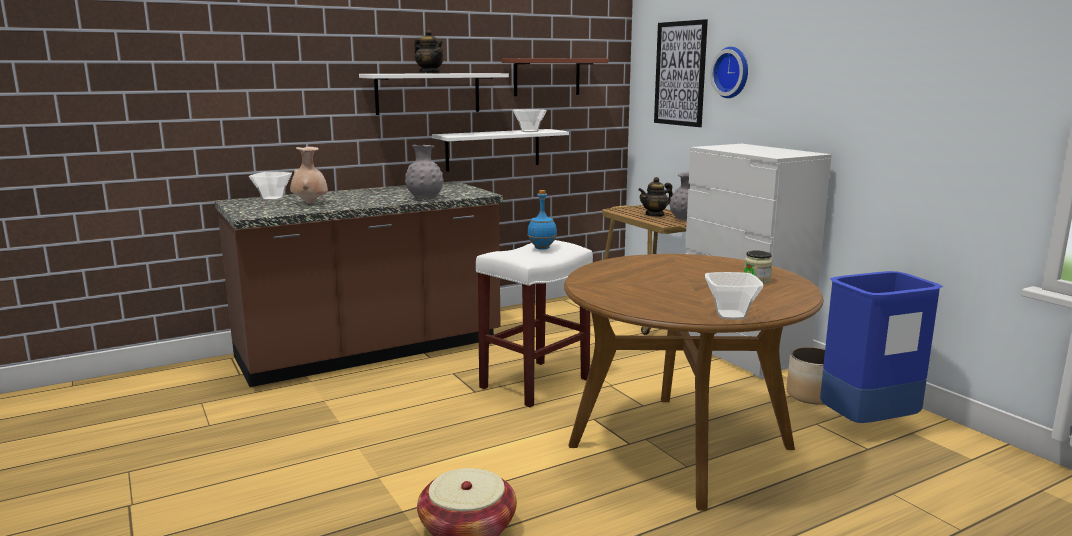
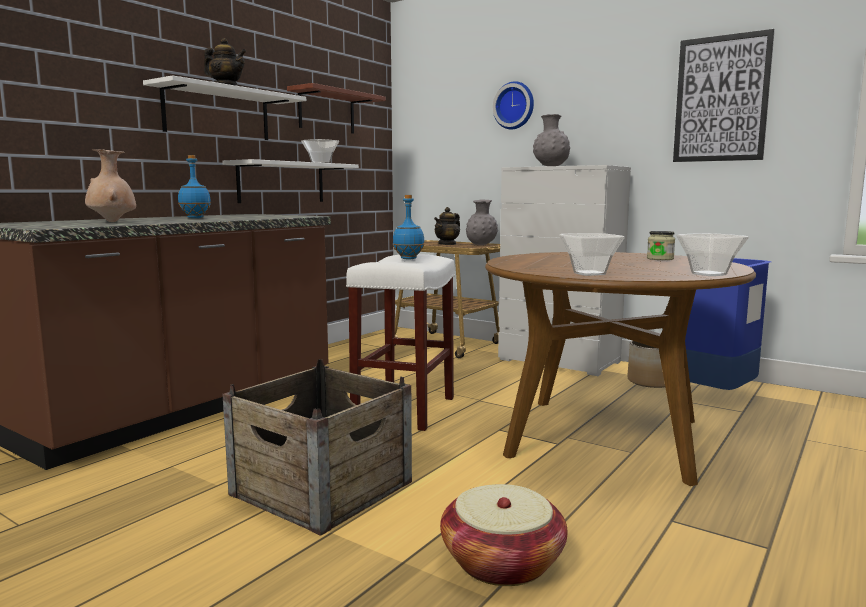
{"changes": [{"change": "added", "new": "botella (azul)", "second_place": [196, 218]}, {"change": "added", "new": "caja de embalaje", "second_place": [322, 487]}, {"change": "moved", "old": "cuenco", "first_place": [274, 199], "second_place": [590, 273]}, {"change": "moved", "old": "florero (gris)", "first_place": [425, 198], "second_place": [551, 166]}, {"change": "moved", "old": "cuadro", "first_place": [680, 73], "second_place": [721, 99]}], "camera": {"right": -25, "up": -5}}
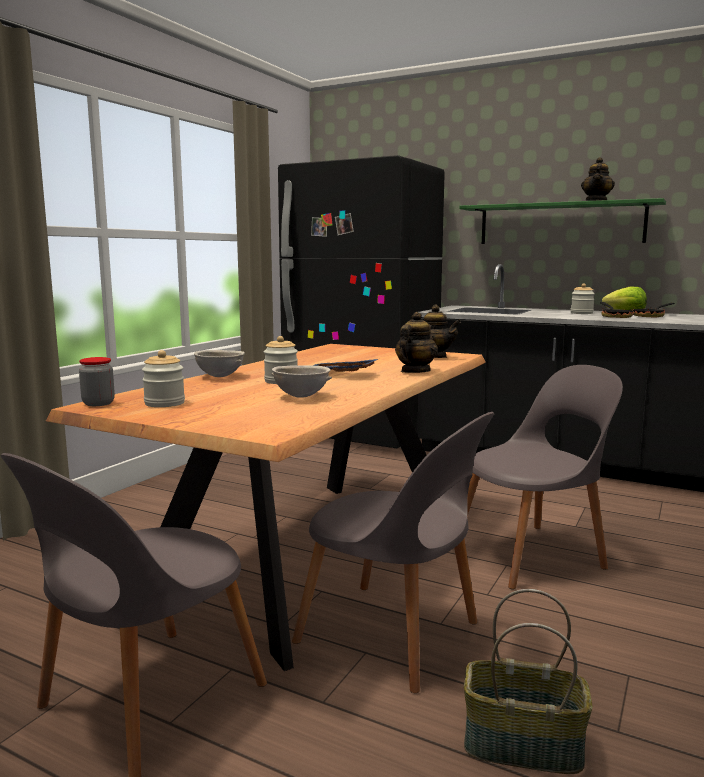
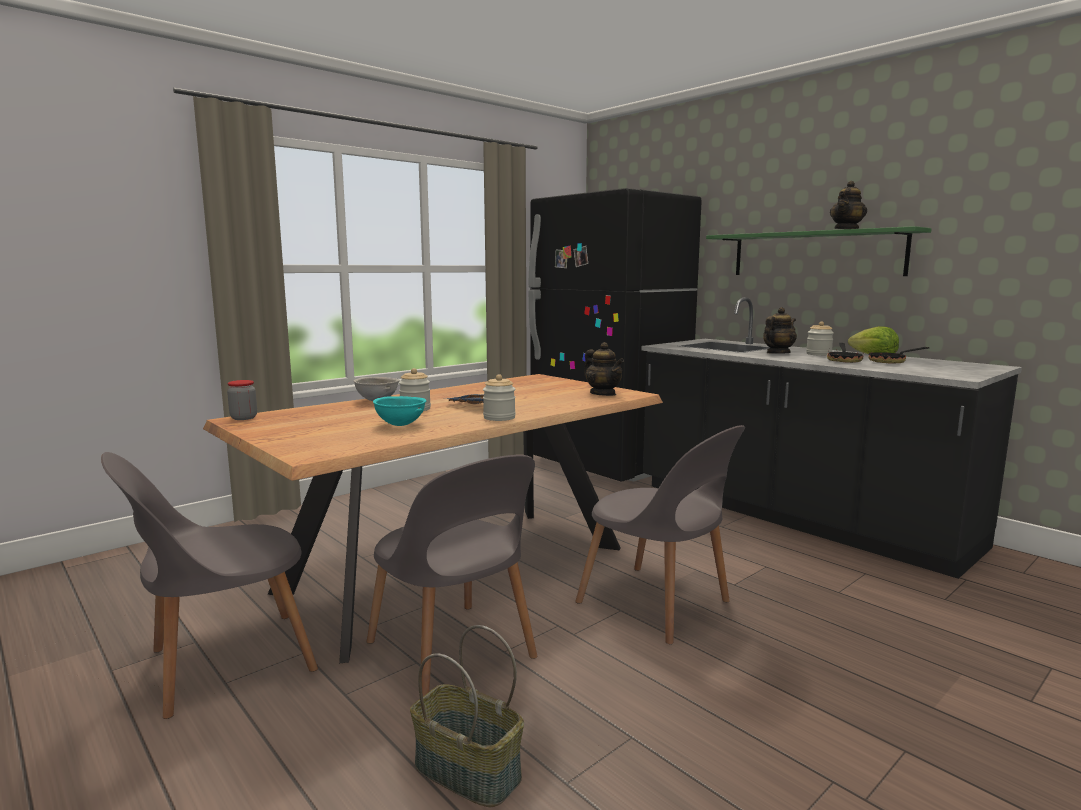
{"changes": [{"change": "moved", "old": "tarro", "first_place": [164, 403], "second_place": [499, 417]}, {"change": "moved", "old": "tetera", "first_place": [415, 371], "second_place": [777, 353]}, {"change": "recoloured", "old": "cuenco (gris)", "new": "cuenco (turquesa)", "first_place": [301, 396], "second_place": [401, 425]}, {"change": "turned", "old": "silla (gris)", "first_place": [532, 554], "second_place": [658, 605], "degrees": 45}], "camera": {"right": 20, "up": 0}}
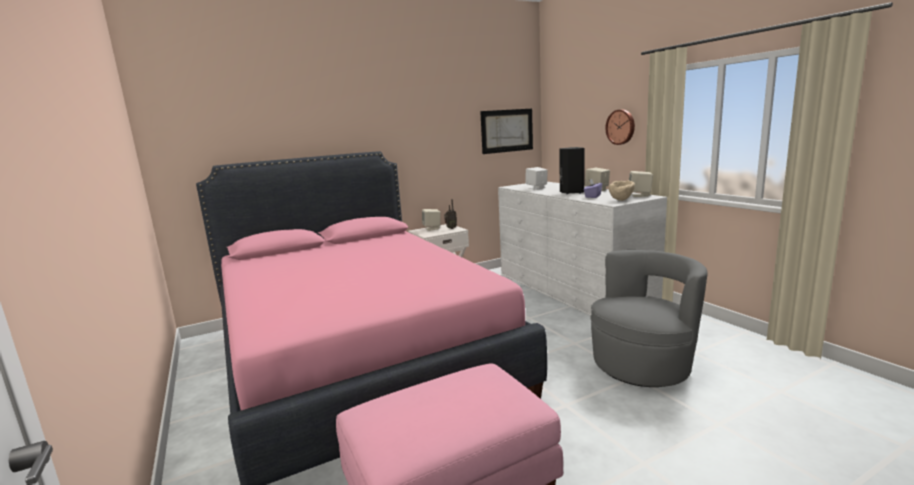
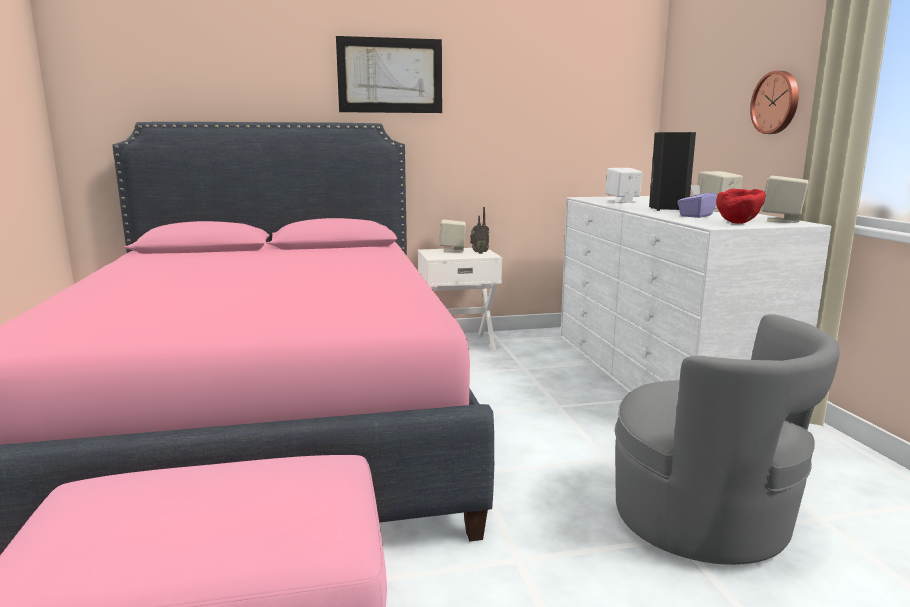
{"changes": [{"change": "moved", "old": "cuadro", "first_place": [507, 131], "second_place": [390, 75]}, {"change": "recoloured", "old": "cuenco (beis)", "new": "cuenco (rojo)", "first_place": [621, 200], "second_place": [738, 223]}, {"change": "turned", "old": "sillón (gris)", "first_place": [642, 365], "second_place": [704, 520], "degrees": 60}], "camera": {"right": 15, "up": 0}}
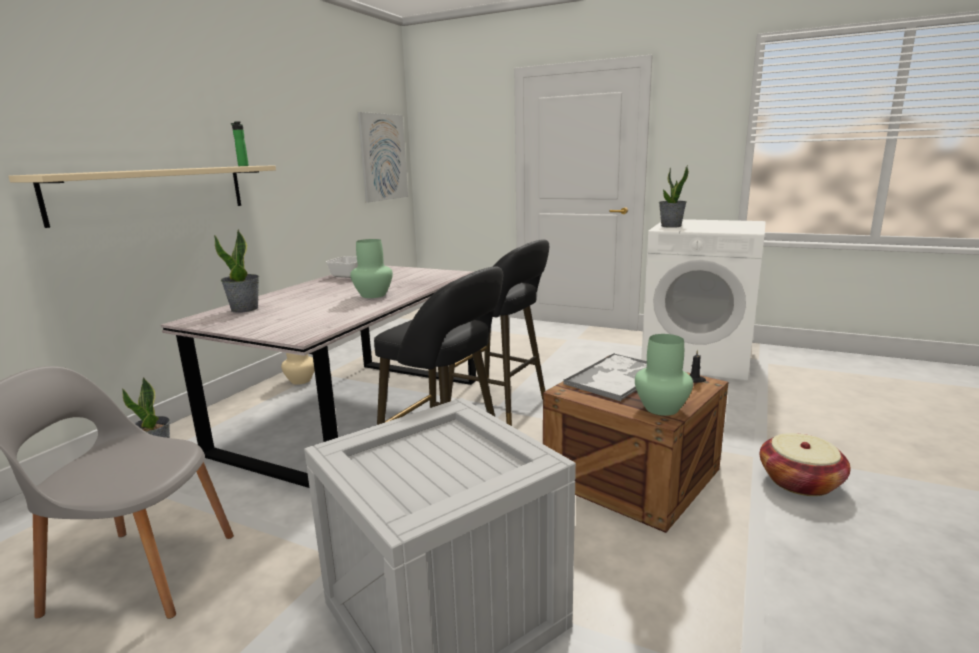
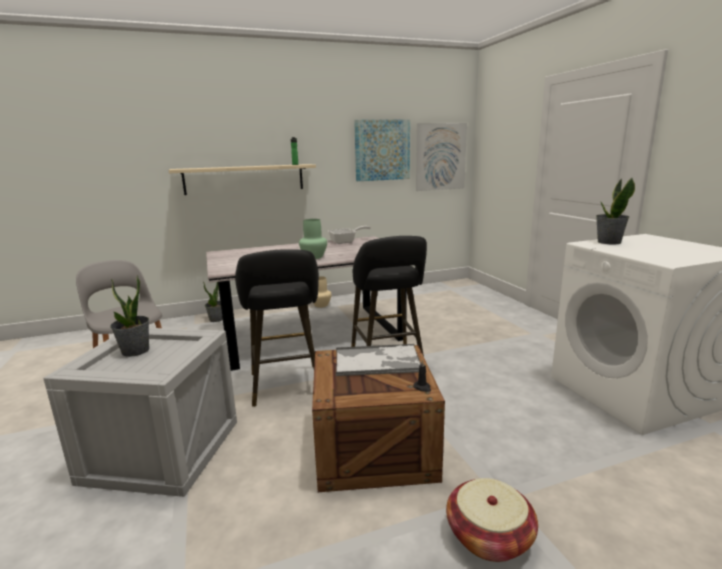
{"changes": [{"change": "removed", "old": "florero (verde)", "first_place": [661, 408]}, {"change": "added", "new": "cuadro", "second_place": [382, 150]}, {"change": "moved", "old": "planta en maceta", "first_place": [245, 309], "second_place": [135, 351]}], "camera": {"right": 45, "up": 0}}
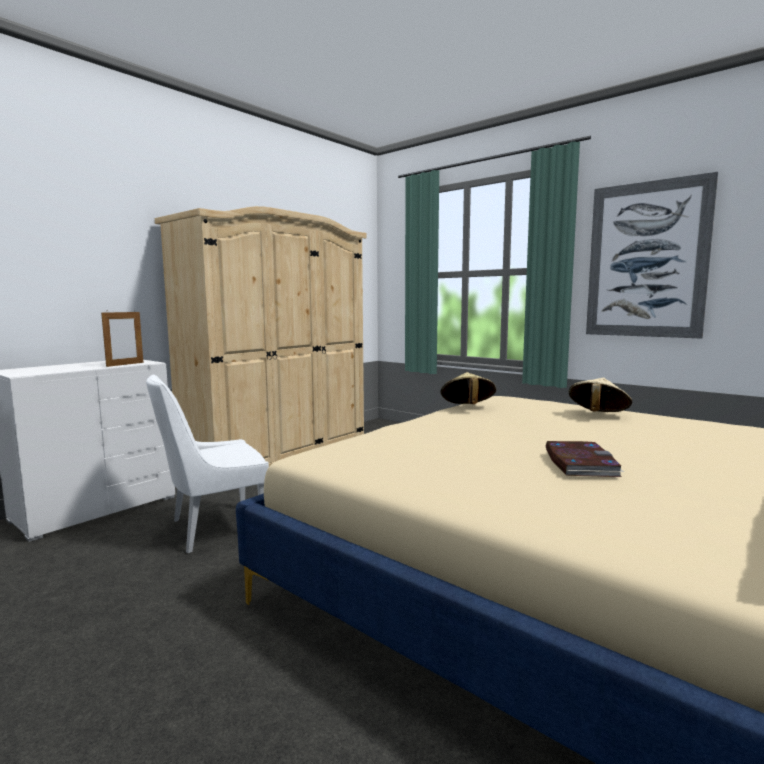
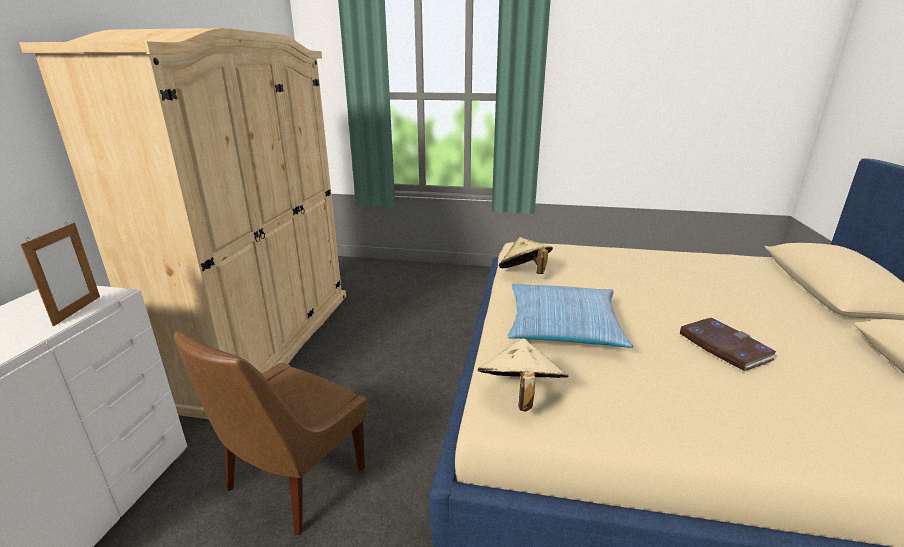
{"changes": [{"change": "removed", "old": "cuadro", "first_place": [646, 260]}, {"change": "added", "new": "cojín", "second_place": [563, 326]}, {"change": "moved", "old": "sombrero (beis)", "first_place": [597, 415], "second_place": [520, 396]}, {"change": "recoloured", "old": "silla (blanco)", "new": "silla (marrón)", "first_place": [214, 528], "second_place": [292, 482]}], "camera": {"right": -30, "up": 15}}
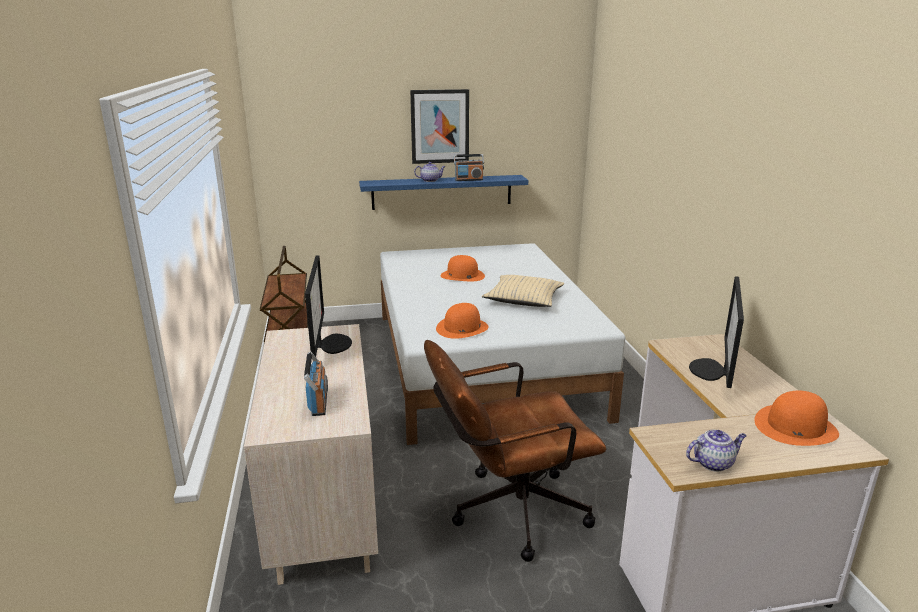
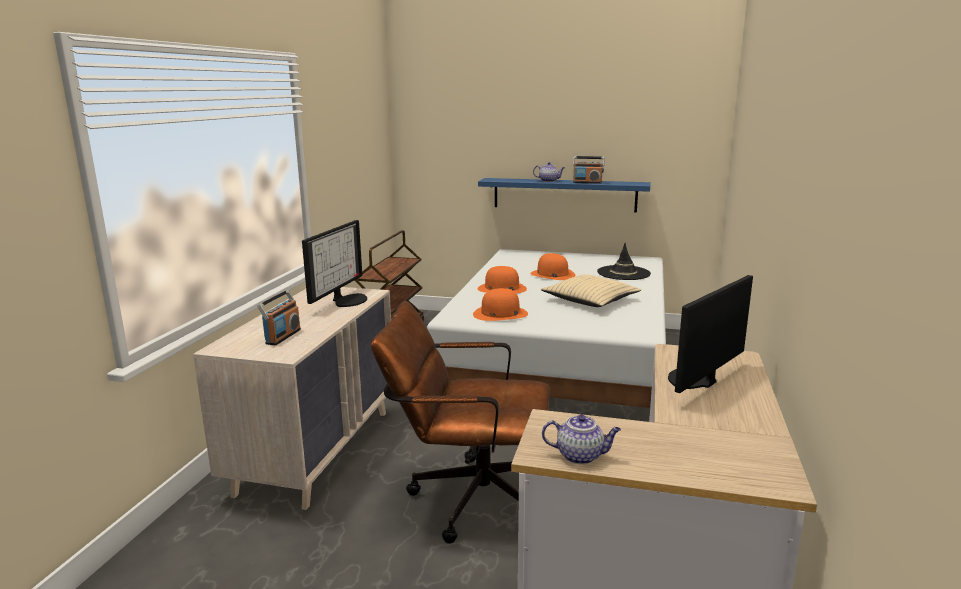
{"changes": [{"change": "removed", "old": "cuadro", "first_place": [440, 126]}, {"change": "added", "new": "sombrero (negro)", "second_place": [623, 273]}, {"change": "moved", "old": "sombrero (naranja)", "first_place": [795, 427], "second_place": [501, 288]}], "camera": {"right": 25, "up": -5}}
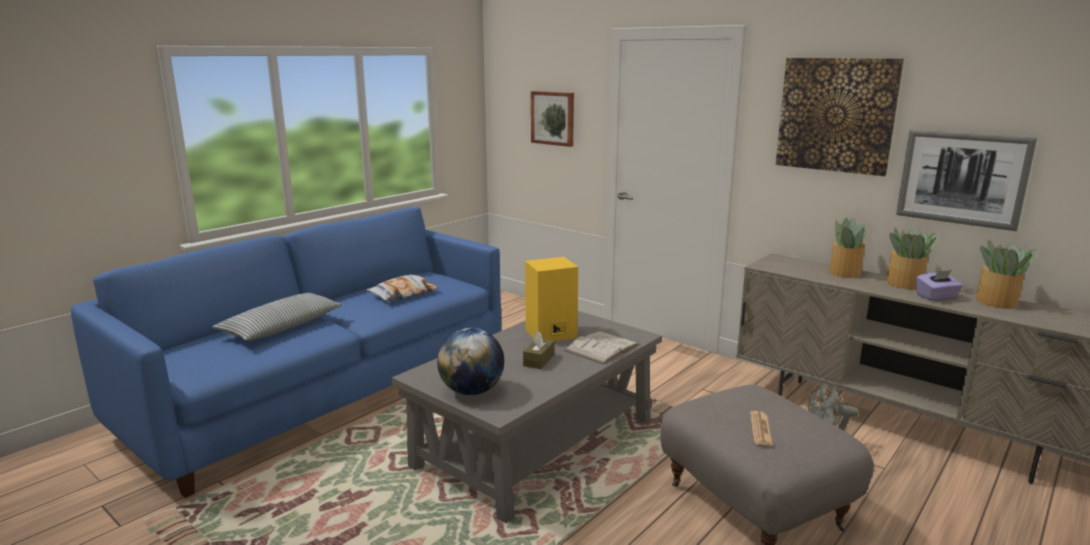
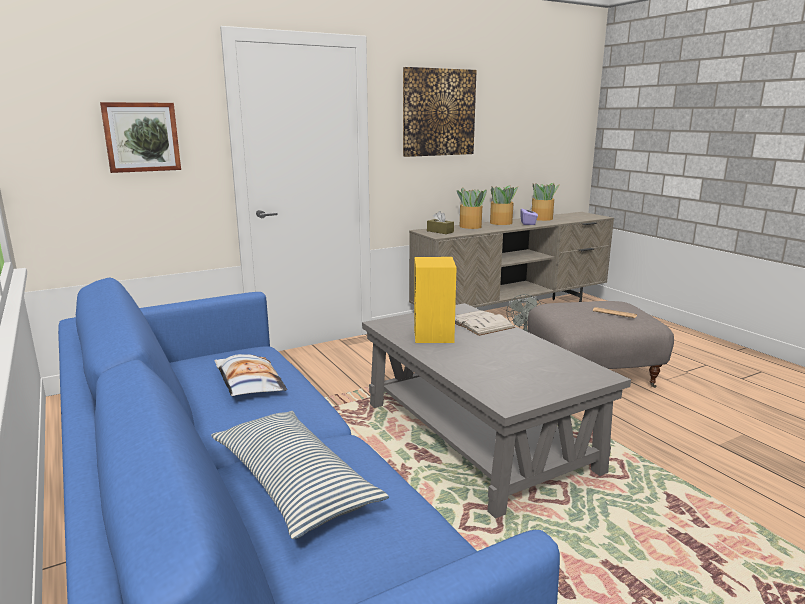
{"changes": [{"change": "removed", "old": "globo terráqueo", "first_place": [472, 391]}, {"change": "removed", "old": "cuadro", "first_place": [962, 178]}, {"change": "moved", "old": "caja de pañuelos (marrón)", "first_place": [539, 360], "second_place": [440, 231]}], "camera": {"right": -70, "up": 0}}
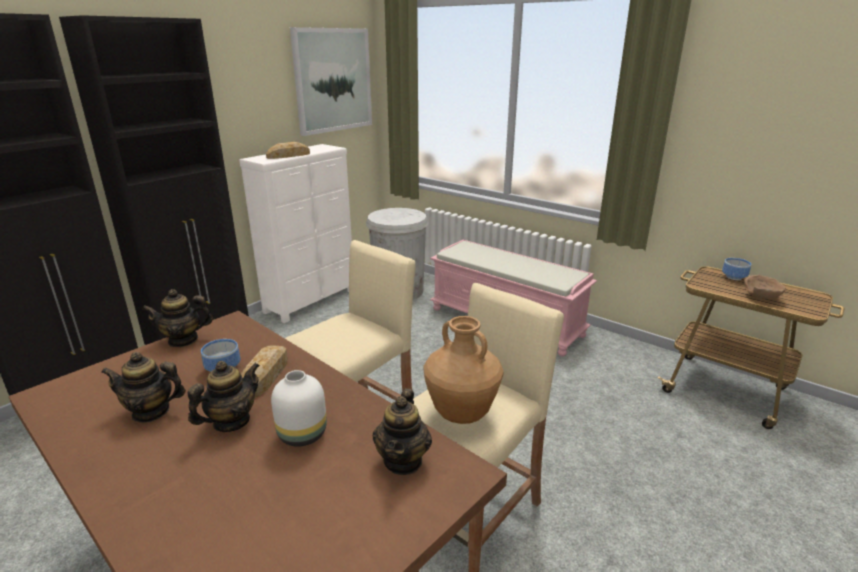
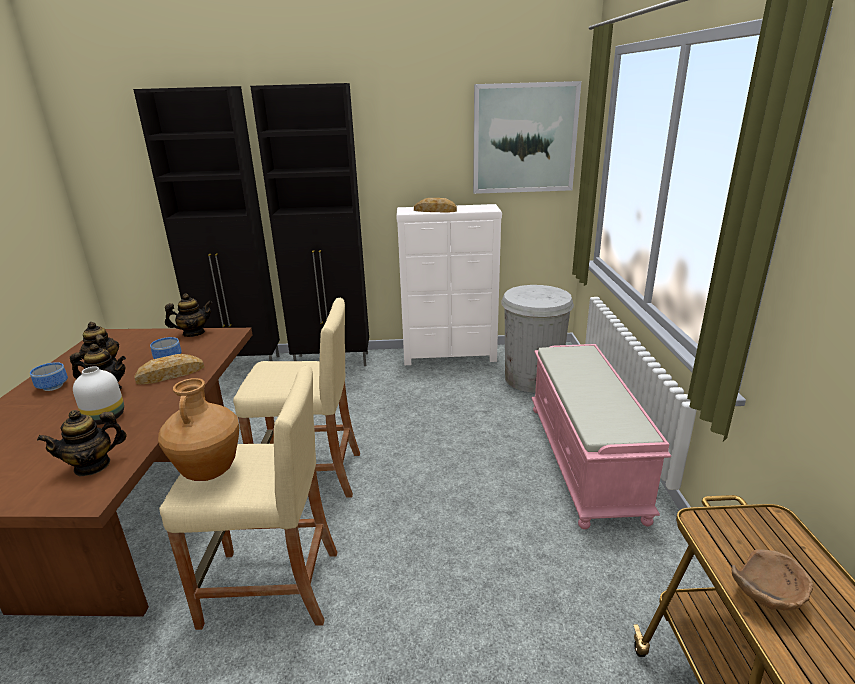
{"changes": [{"change": "moved", "old": "cuenco", "first_place": [732, 277], "second_place": [53, 386]}, {"change": "turned", "old": "tetera", "first_place": [183, 340], "second_place": [193, 333], "degrees": 120}], "camera": {"right": 50, "up": 0}}
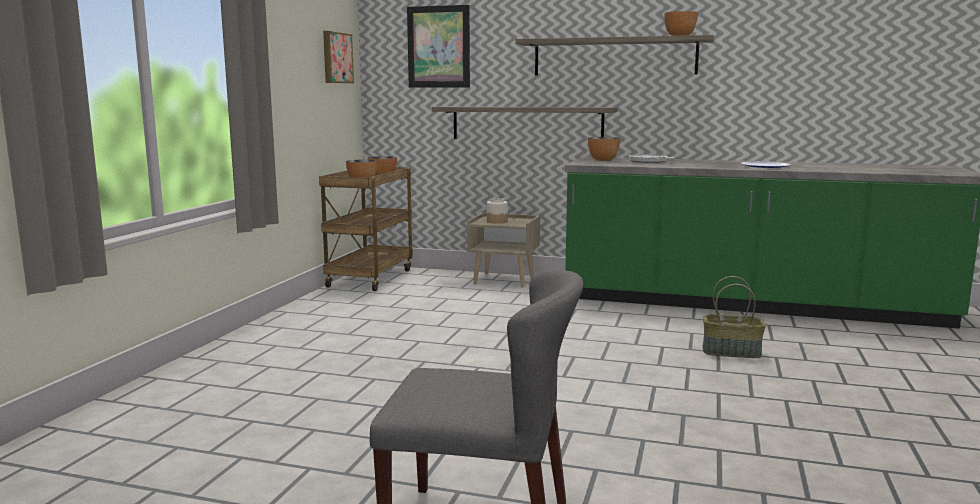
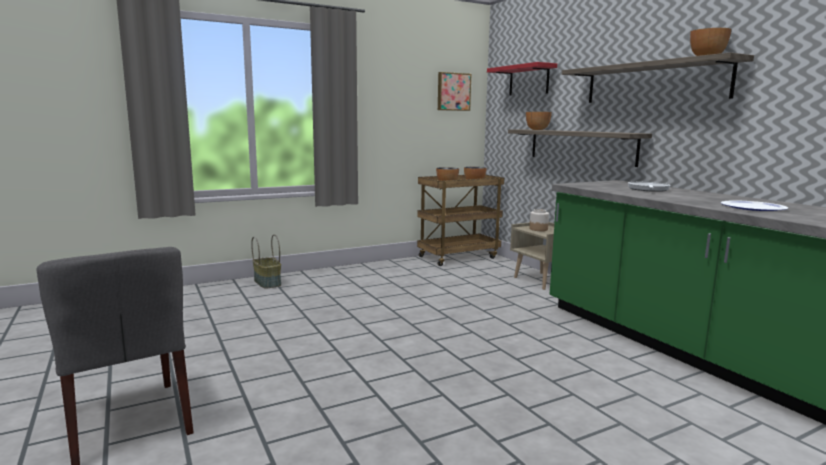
{"changes": [{"change": "moved", "old": "cuenco", "first_place": [603, 160], "second_place": [537, 129]}, {"change": "moved", "old": "cesta", "first_place": [732, 352], "second_place": [268, 283]}, {"change": "replaced", "old": "cuadro", "new": "estante (rojo)", "first_place": [438, 47], "second_place": [529, 80]}], "camera": {"right": 45, "up": 0}}
